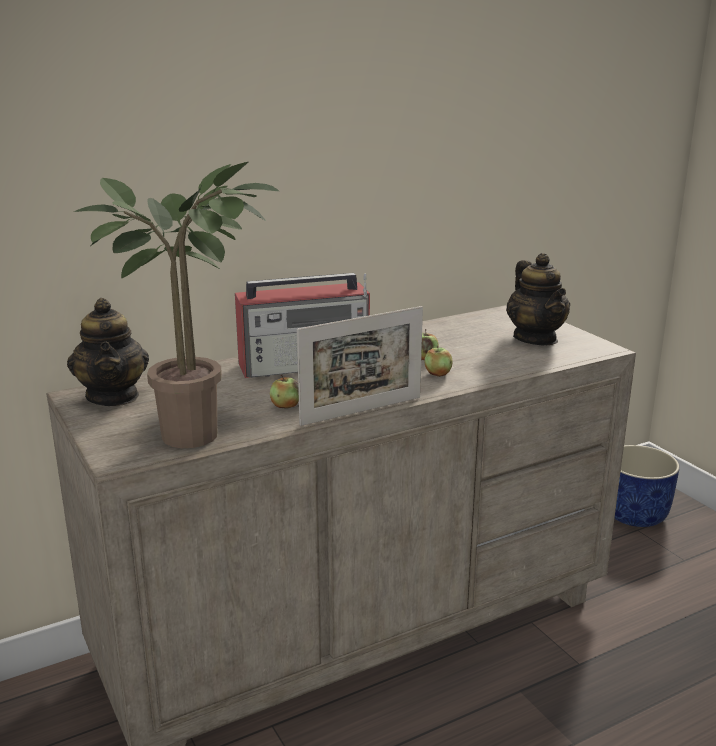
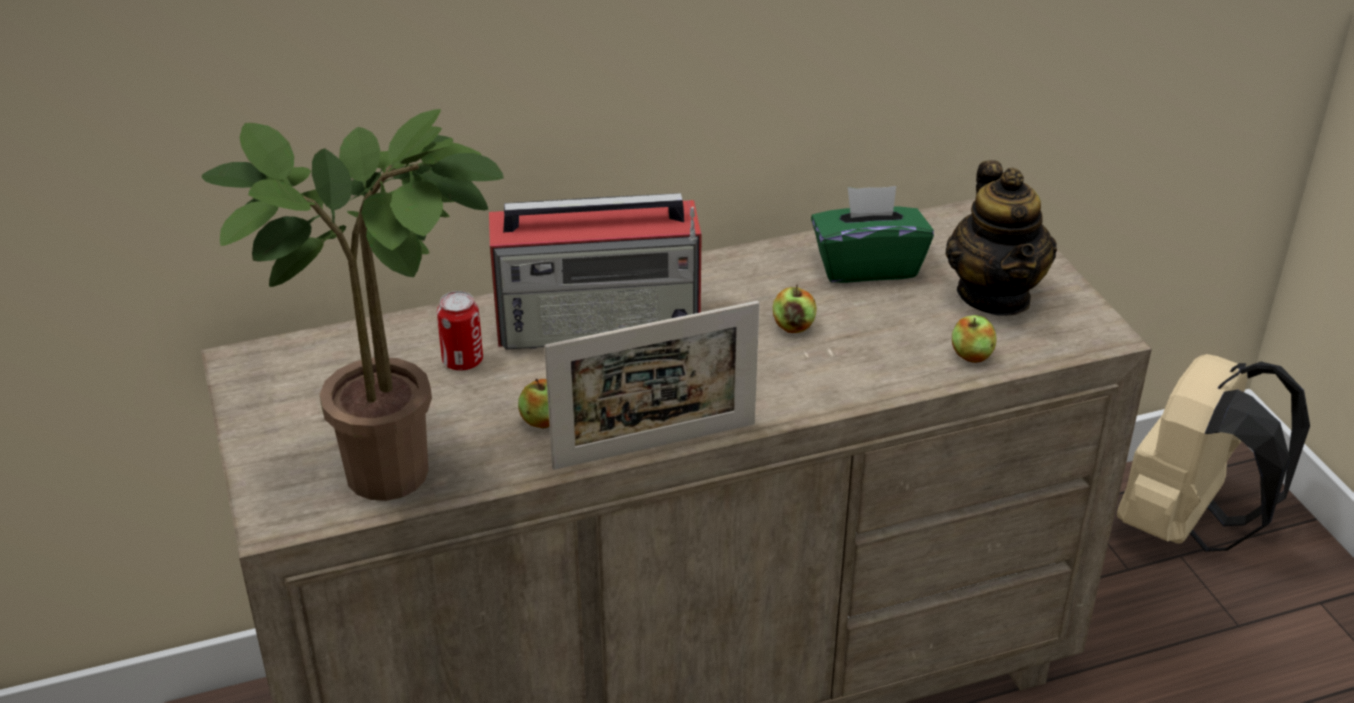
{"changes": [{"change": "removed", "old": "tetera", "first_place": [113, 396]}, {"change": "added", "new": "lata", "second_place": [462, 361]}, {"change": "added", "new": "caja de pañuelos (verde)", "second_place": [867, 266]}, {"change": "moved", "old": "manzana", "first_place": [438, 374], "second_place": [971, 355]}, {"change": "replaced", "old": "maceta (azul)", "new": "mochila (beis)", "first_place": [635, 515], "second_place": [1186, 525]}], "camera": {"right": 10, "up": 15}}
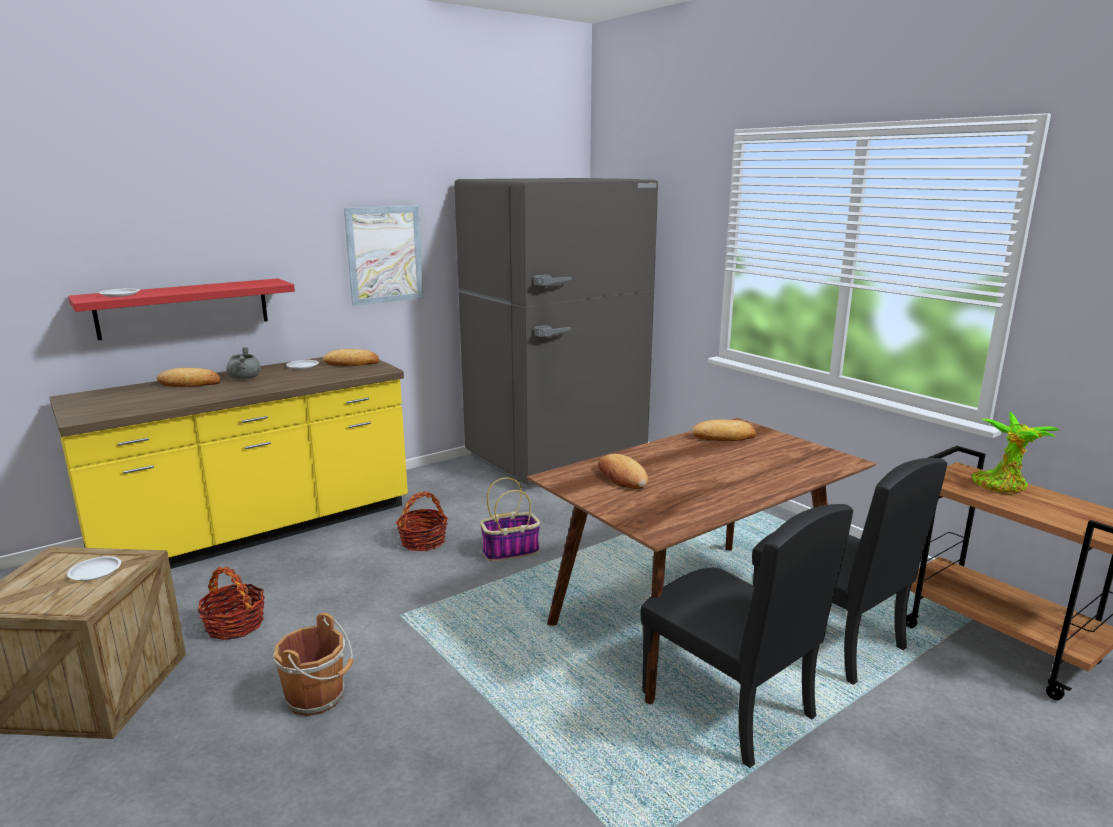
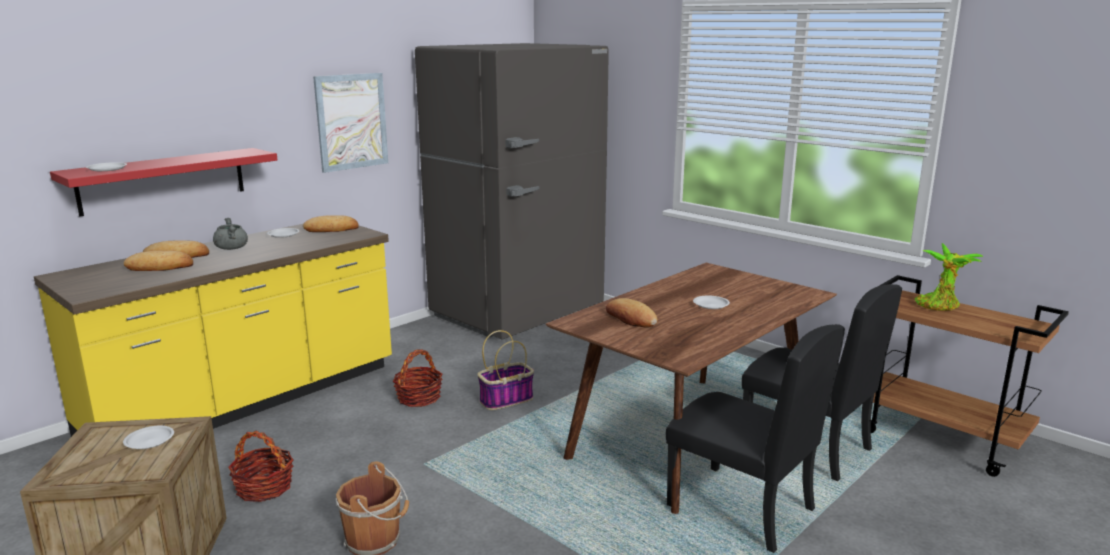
{"changes": [{"change": "added", "new": "plato (blanco)", "second_place": [711, 305]}, {"change": "moved", "old": "pan", "first_place": [724, 436], "second_place": [160, 267]}], "camera": {"right": -10, "up": 0}}
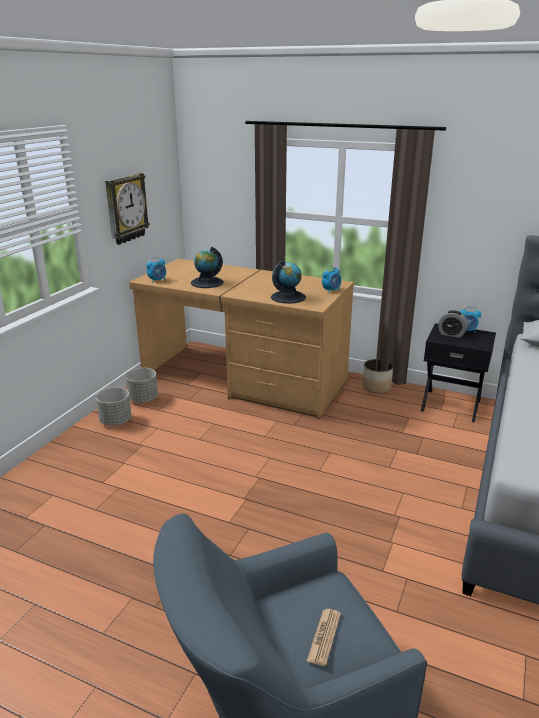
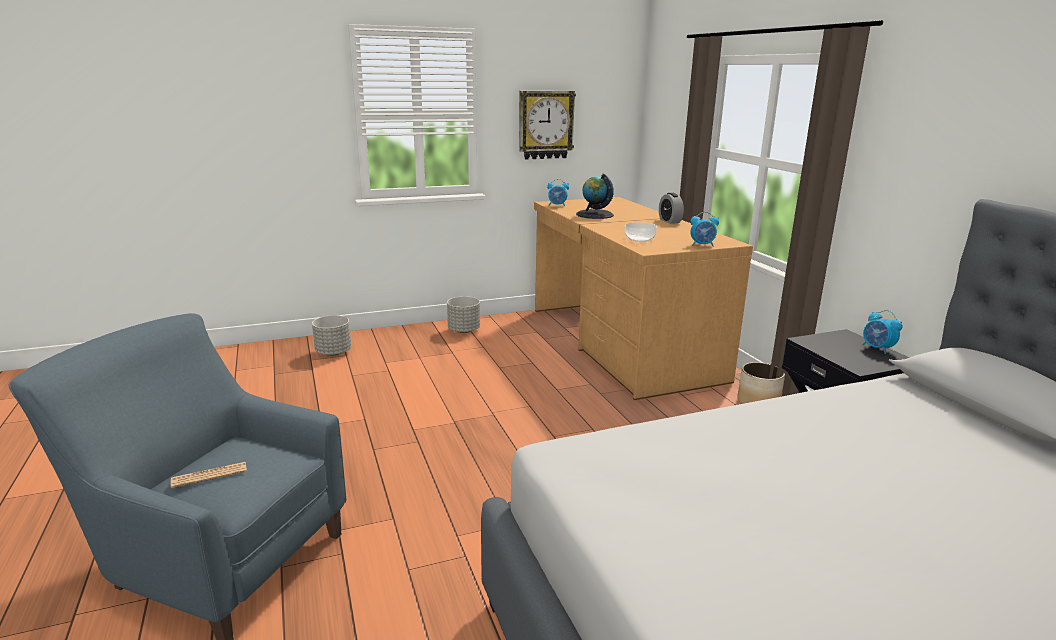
{"changes": [{"change": "moved", "old": "maceta (gris)", "first_place": [143, 399], "second_place": [334, 352]}, {"change": "moved", "old": "despertador", "first_place": [451, 334], "second_place": [669, 221]}, {"change": "replaced", "old": "globo terráqueo", "new": "cuenco", "first_place": [288, 297], "second_place": [640, 239]}], "camera": {"right": 45, "up": -5}}
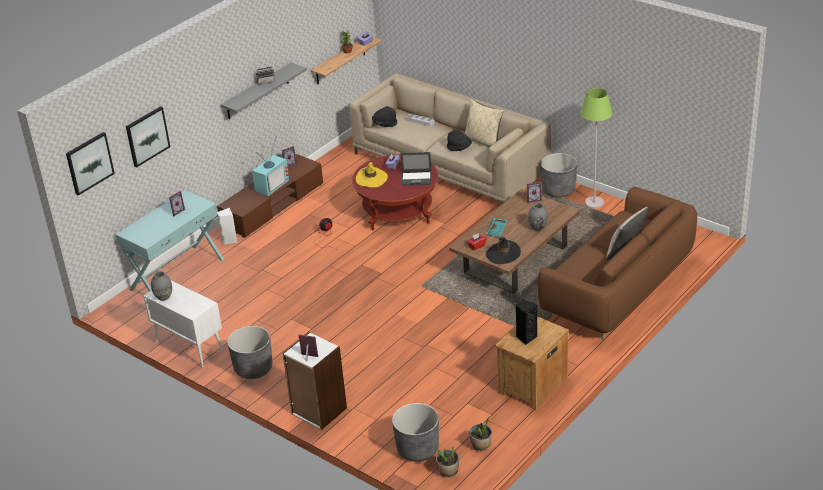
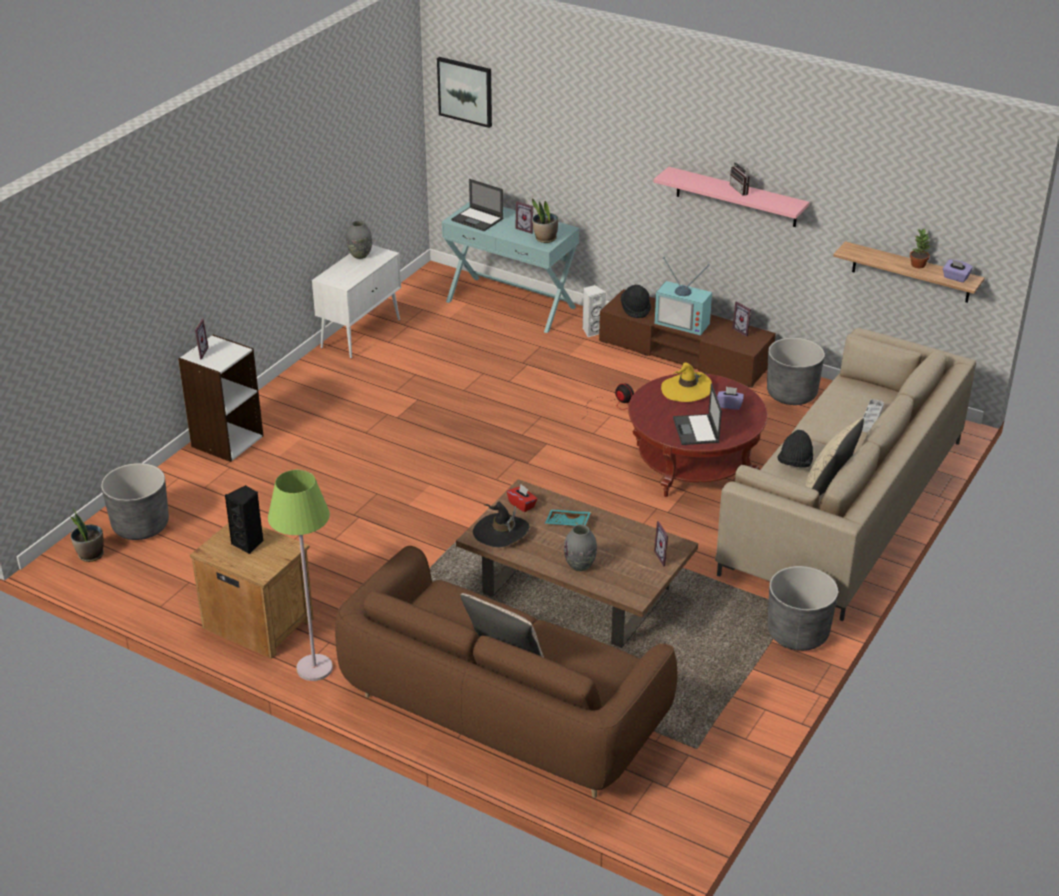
{"changes": [{"change": "removed", "old": "cuadro", "first_place": [147, 136]}, {"change": "added", "new": "portátil", "second_place": [478, 219]}, {"change": "moved", "old": "maceta (gris)", "first_place": [253, 368], "second_place": [791, 394]}, {"change": "moved", "old": "sombrero (negro)", "first_place": [384, 124], "second_place": [635, 309]}, {"change": "moved", "old": "planta en maceta", "first_place": [481, 446], "second_place": [545, 239]}, {"change": "moved", "old": "lámpara de pie (verde)", "first_place": [594, 203], "second_place": [314, 668]}, {"change": "recoloured", "old": "estante (gris)", "new": "estante (rosa)", "first_place": [257, 91], "second_place": [736, 197]}], "camera": {"right": 80, "up": 0}}
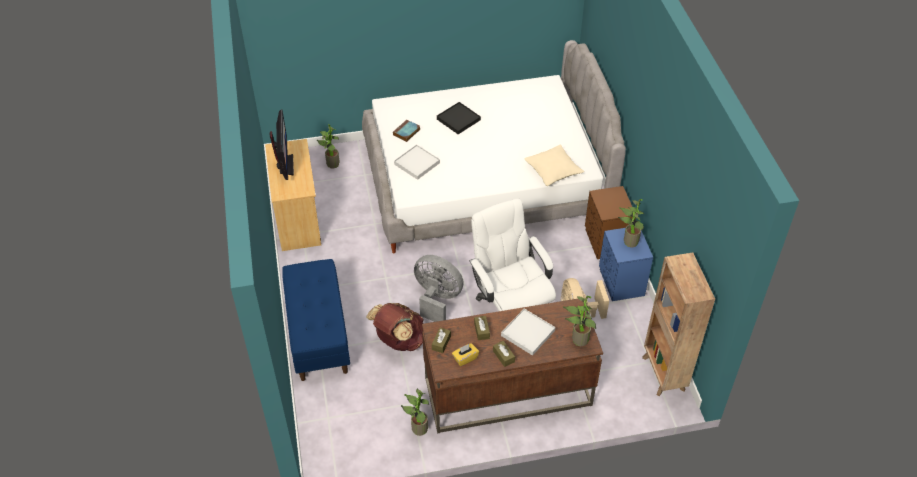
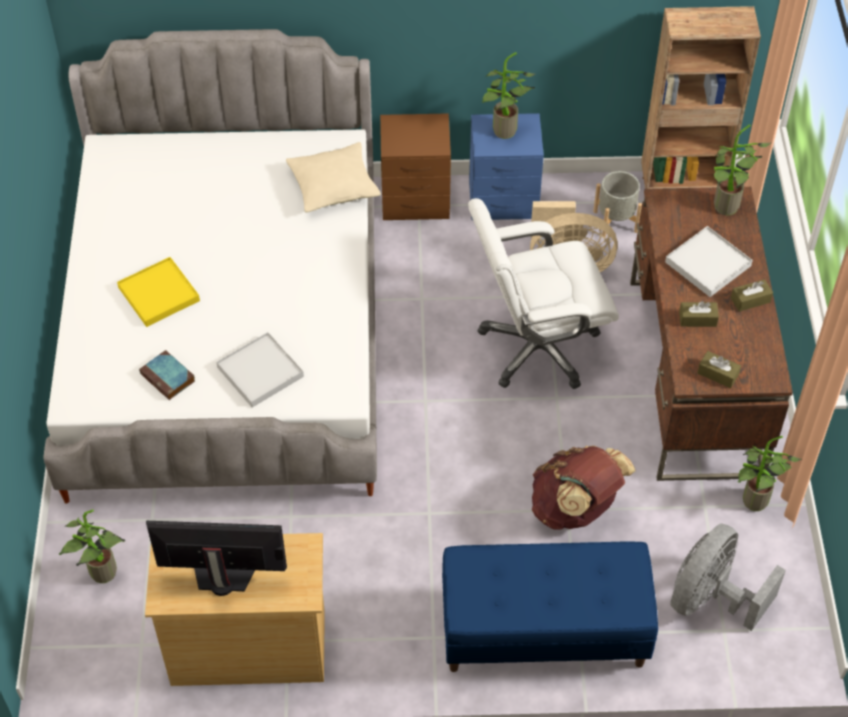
{"changes": [{"change": "removed", "old": "caja de pañuelos (amarillo)", "first_place": [465, 358]}, {"change": "added", "new": "maceta (gris)", "second_place": [615, 221]}, {"change": "moved", "old": "ventilador (gris)", "first_place": [437, 299], "second_place": [711, 598]}, {"change": "recoloured", "old": "bandeja (negro)", "new": "bandeja (amarillo)", "first_place": [458, 119], "second_place": [158, 294]}], "camera": {"right": -80, "up": 5}}
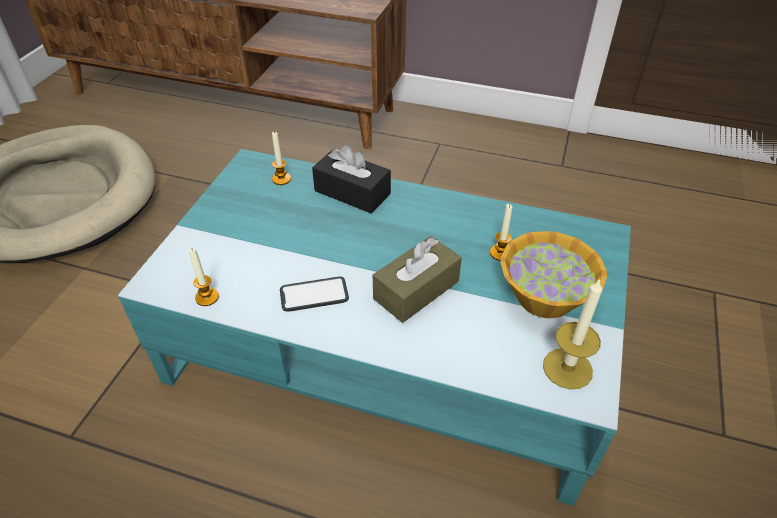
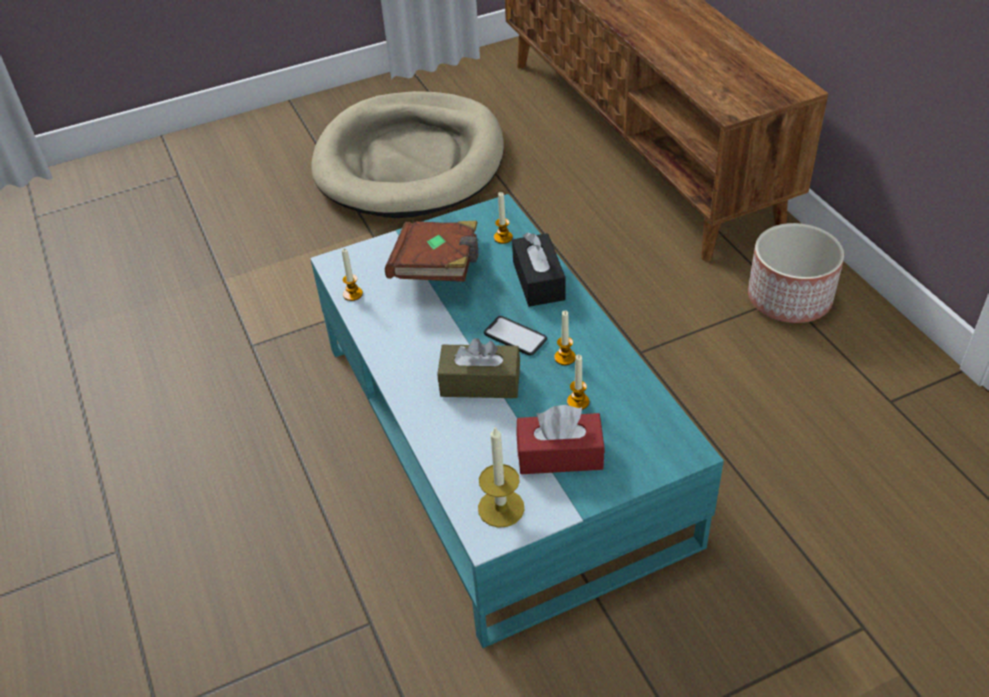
{"changes": [{"change": "added", "new": "libro (marrón)", "second_place": [438, 269]}, {"change": "added", "new": "vela", "second_place": [565, 357]}, {"change": "added", "new": "maceta", "second_place": [790, 299]}, {"change": "moved", "old": "móvil", "first_place": [314, 295], "second_place": [515, 336]}, {"change": "replaced", "old": "cuenco", "new": "caja de pañuelos (rojo)", "first_place": [544, 297], "second_place": [560, 455]}], "camera": {"right": 50, "up": 0}}
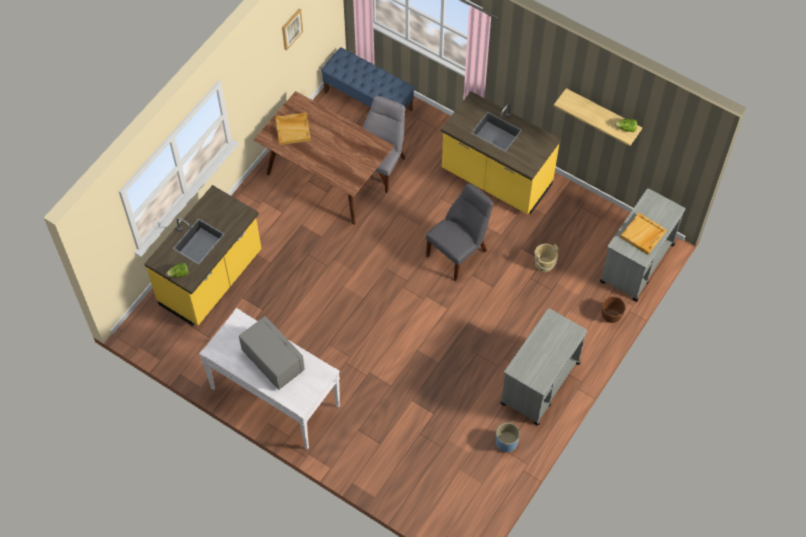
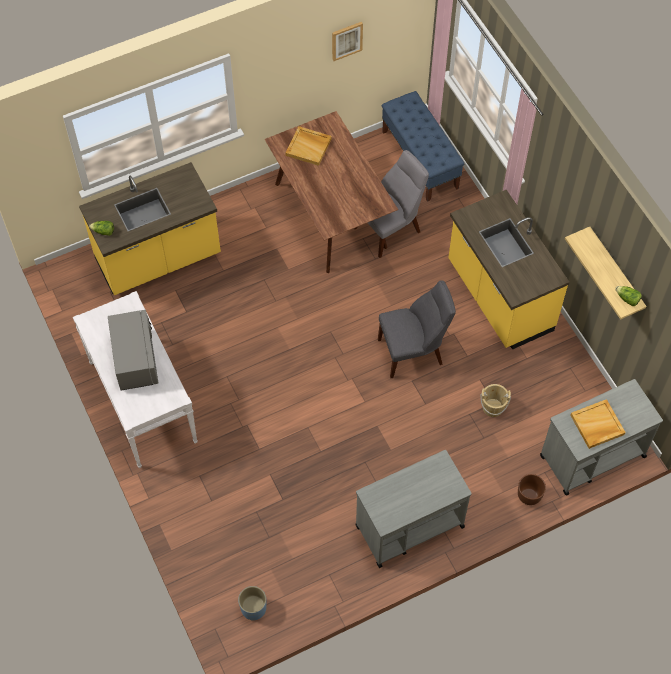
{"changes": [{"change": "moved", "old": "maceta (azul)", "first_place": [506, 443], "second_place": [253, 608]}], "camera": {"right": 30, "up": 0}}
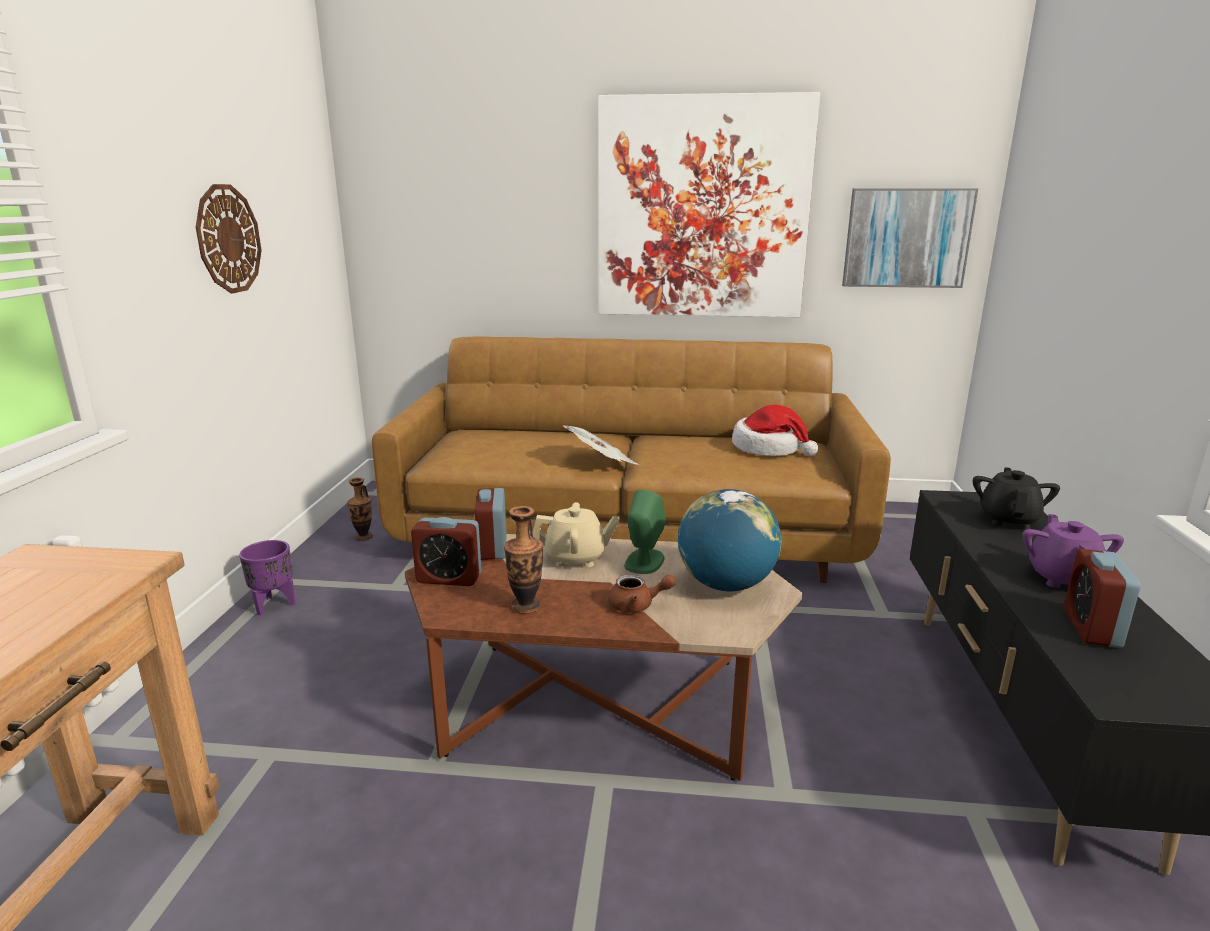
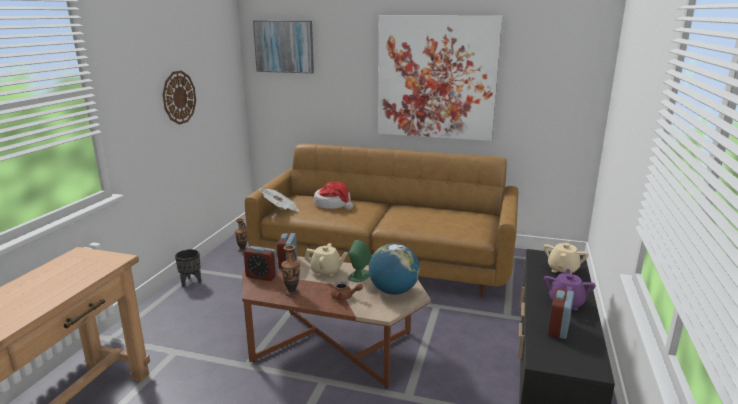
{"changes": [{"change": "moved", "old": "periódico", "first_place": [601, 464], "second_place": [280, 209]}, {"change": "moved", "old": "sombrero", "first_place": [769, 448], "second_place": [333, 204]}, {"change": "moved", "old": "cuadro", "first_place": [906, 238], "second_place": [284, 46]}, {"change": "recoloured", "old": "maceta (morado)", "new": "maceta (negro)", "first_place": [274, 604], "second_place": [191, 282]}, {"change": "recoloured", "old": "tetera (negro)", "new": "tetera (beis)", "first_place": [1008, 519], "second_place": [563, 269]}], "camera": {"right": 10, "up": 0}}
